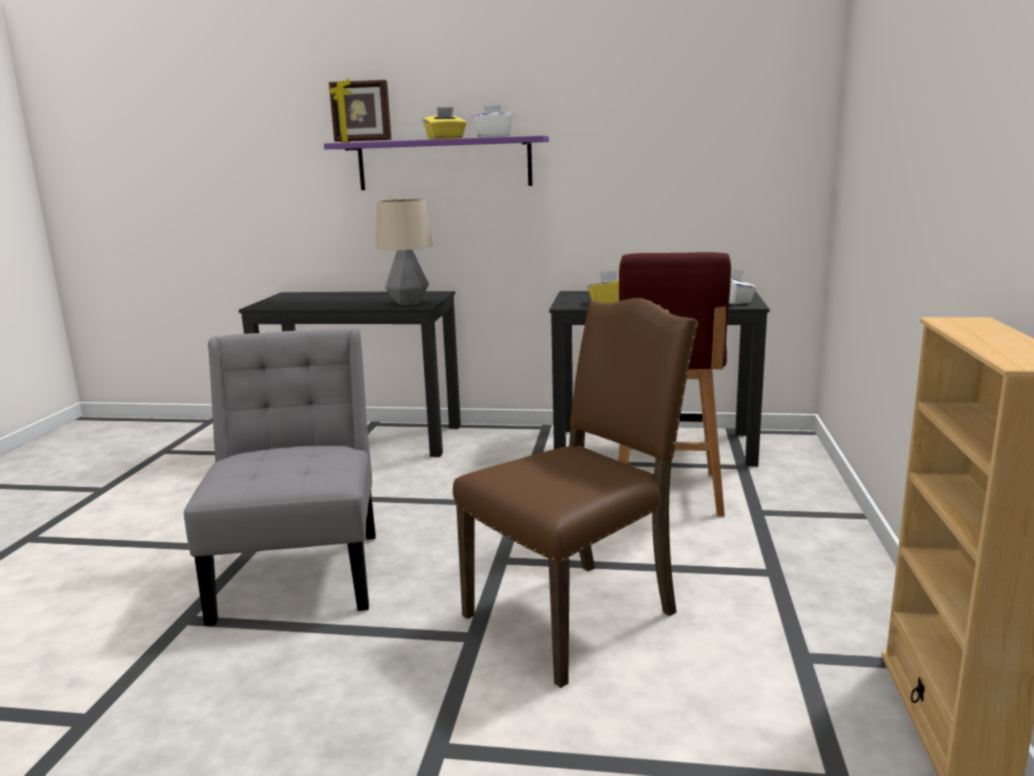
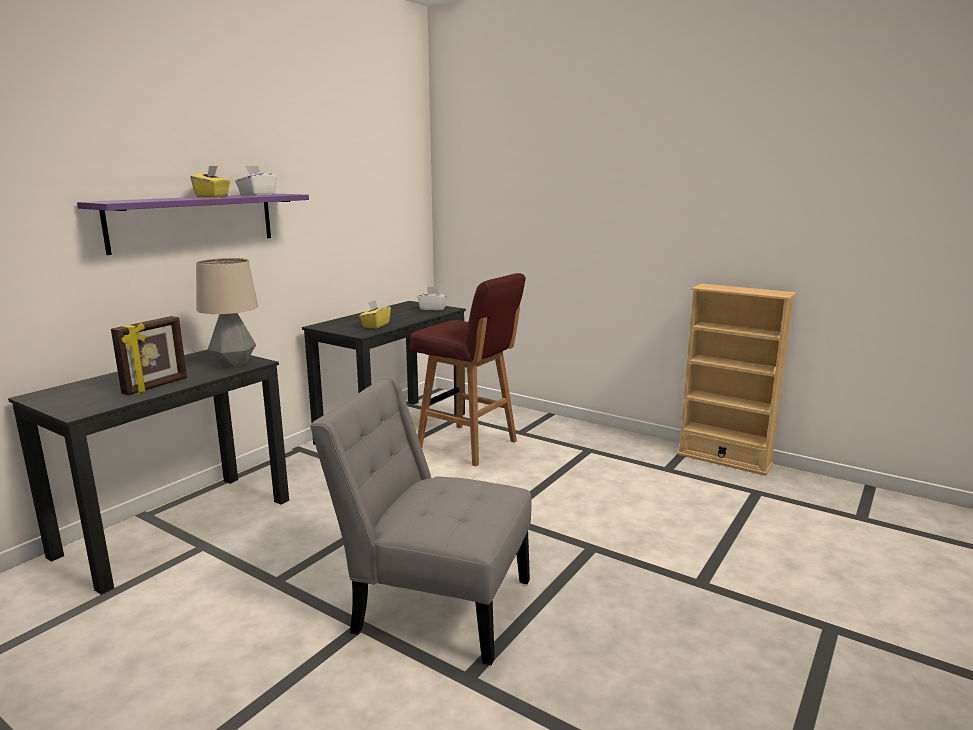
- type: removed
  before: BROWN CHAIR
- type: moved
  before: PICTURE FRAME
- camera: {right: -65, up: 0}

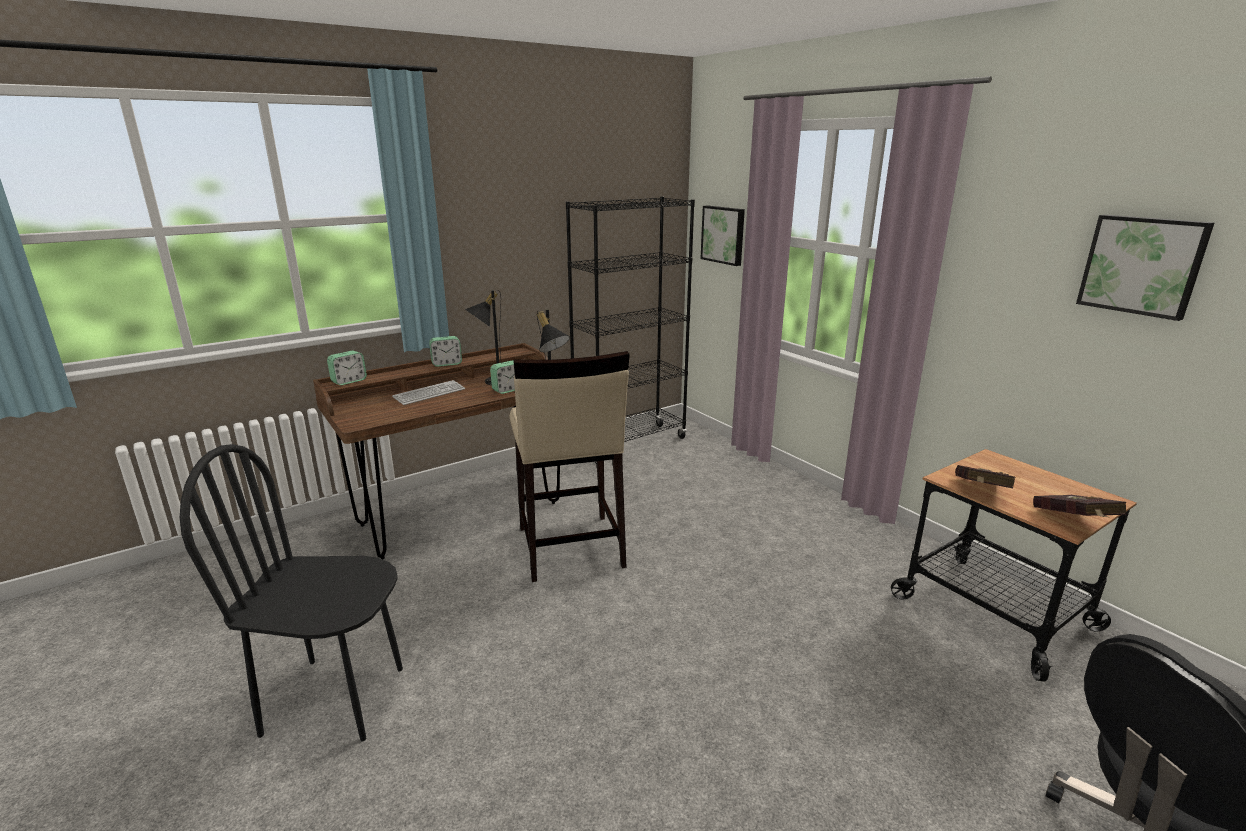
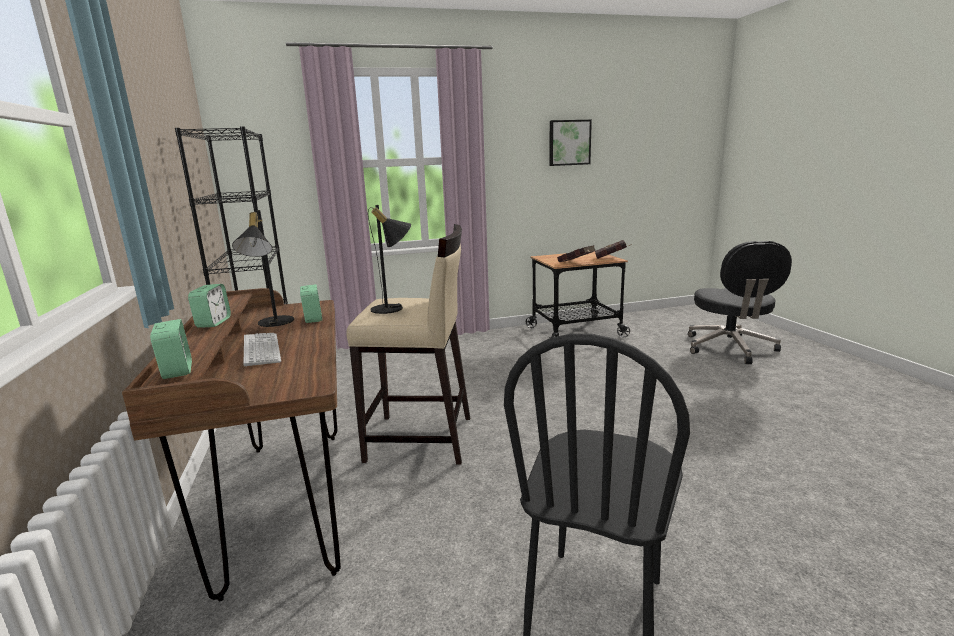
- type: removed
  before: PICTURE (1st from left)
- camera: {right: -70, up: -5}

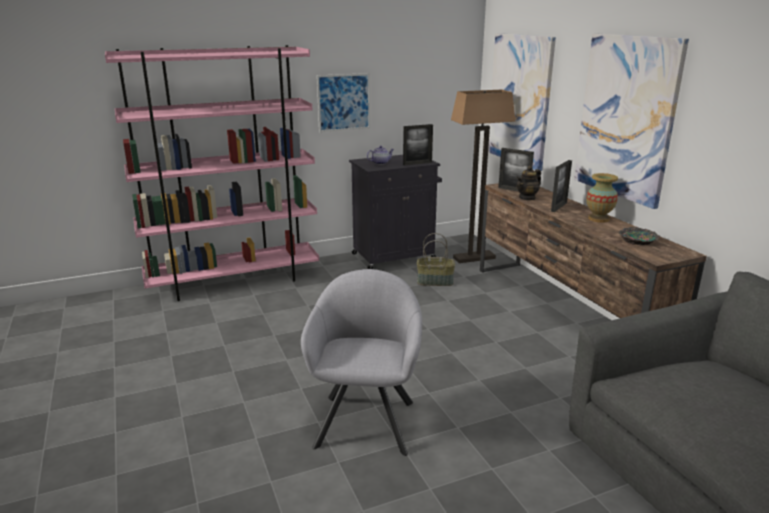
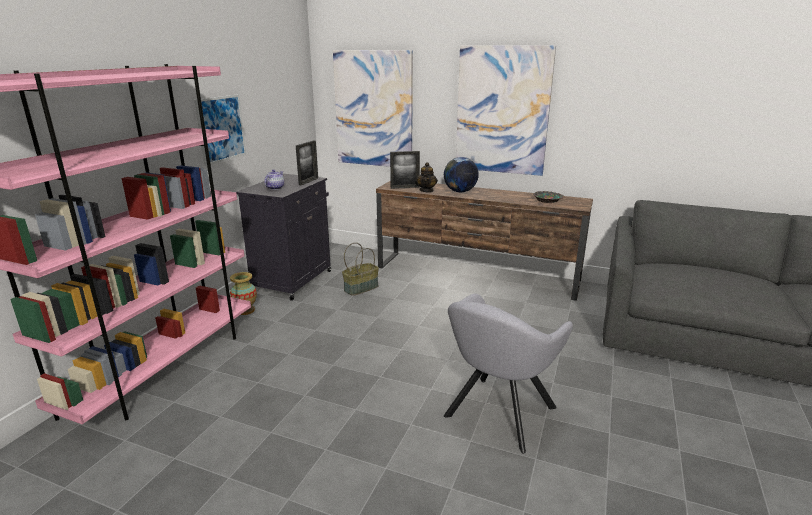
- type: removed
  before: FLOOR LAMP
- type: moved
  before: VASE
- type: replaced
  before: PICTURE FRAME (3rd from left)
  after: GLOBE
- type: turned
  before: GREY ARMCHAIR
  turn: -105
- camera: {right: -45, up: 0}

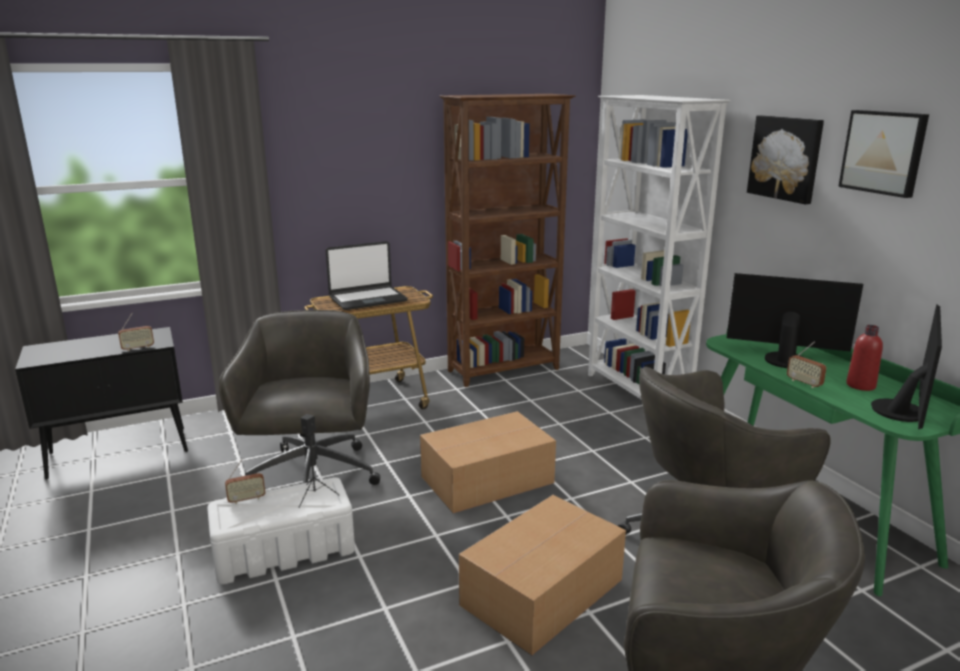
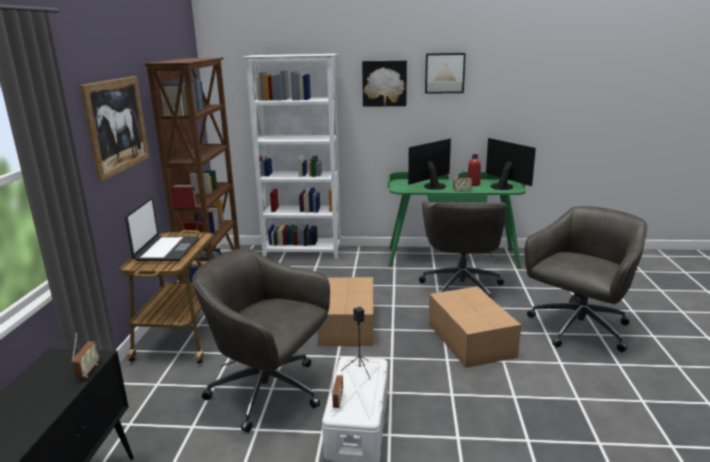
- type: added
  after: PICTURE (1st from left)
- camera: {right: -60, up: 0}

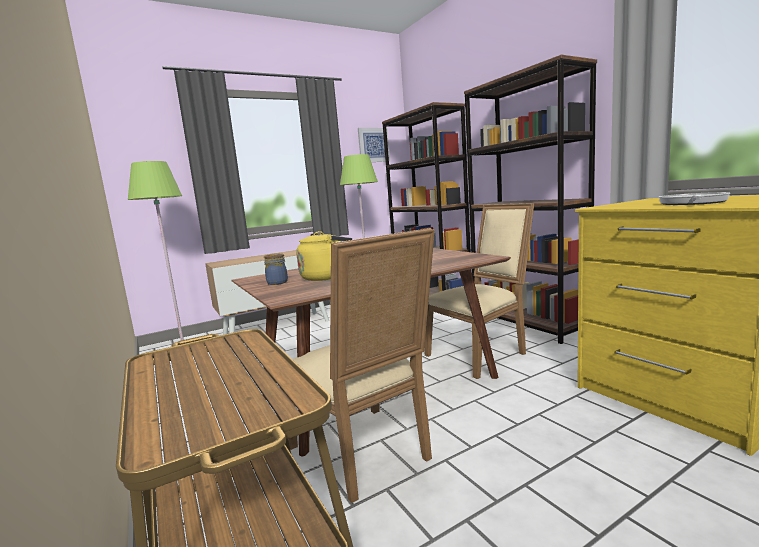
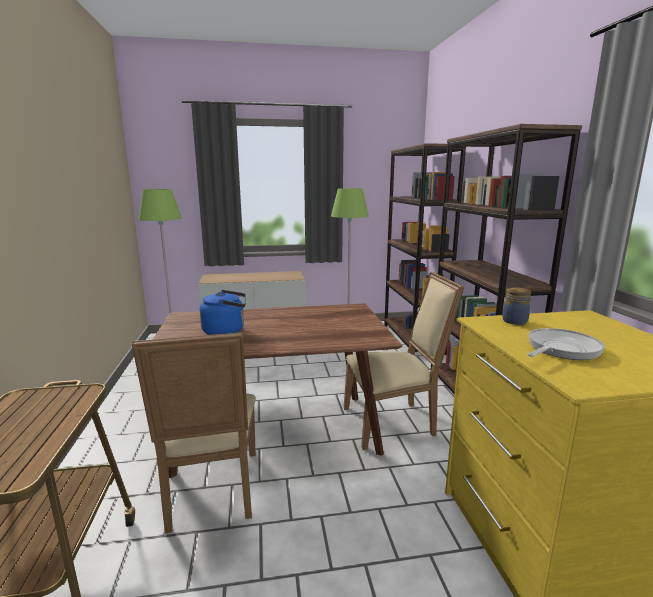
- type: removed
  before: PICTURE
- type: moved
  before: JAR
- type: recoloured
  before: YELLOW KETTLE
  after: BLUE KETTLE
- camera: {right: 20, up: 5}

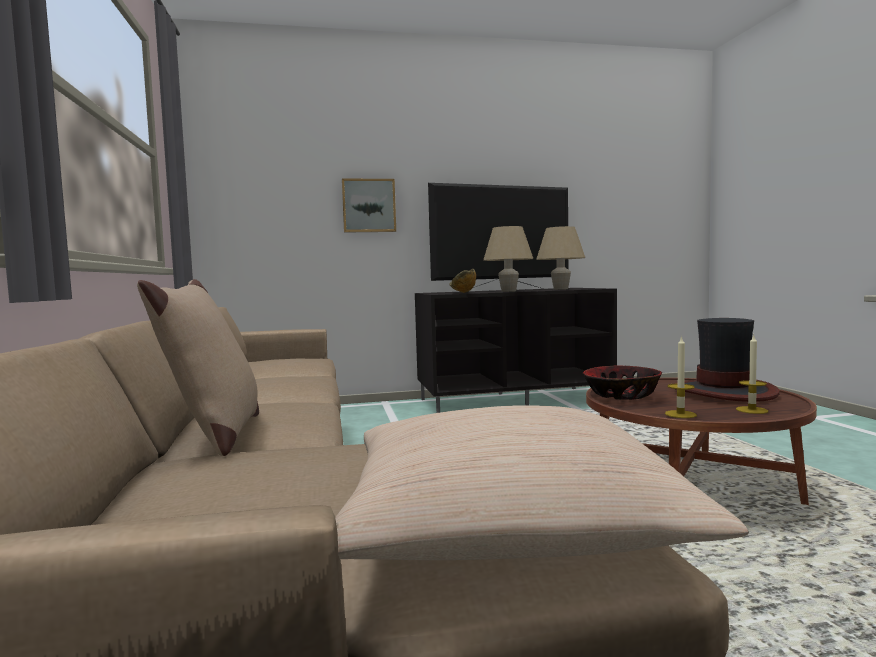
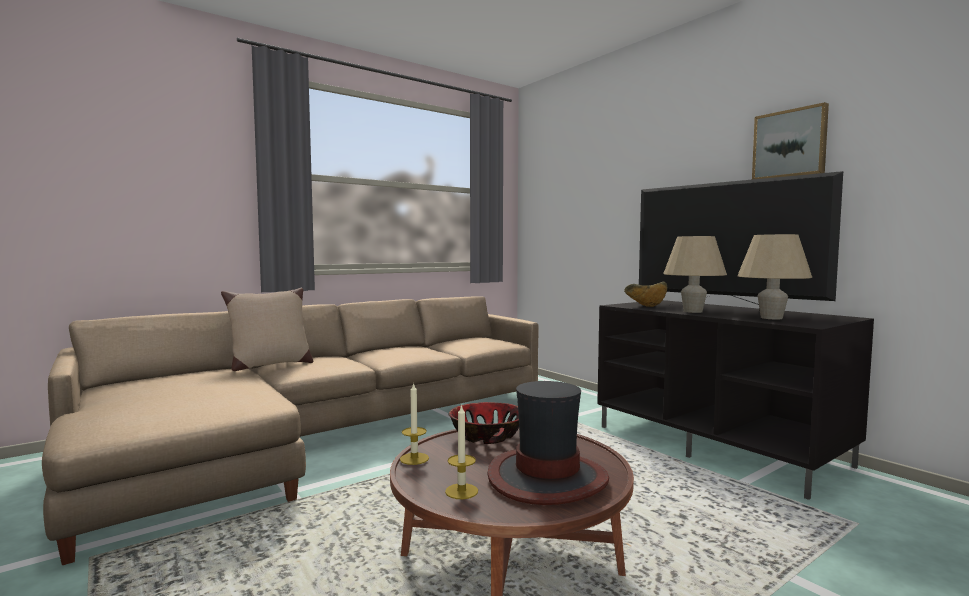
- type: removed
  before: BEIGE PILLOW (2nd from left)
- type: moved
  before: PICTURE
- camera: {right: 65, up: 0}

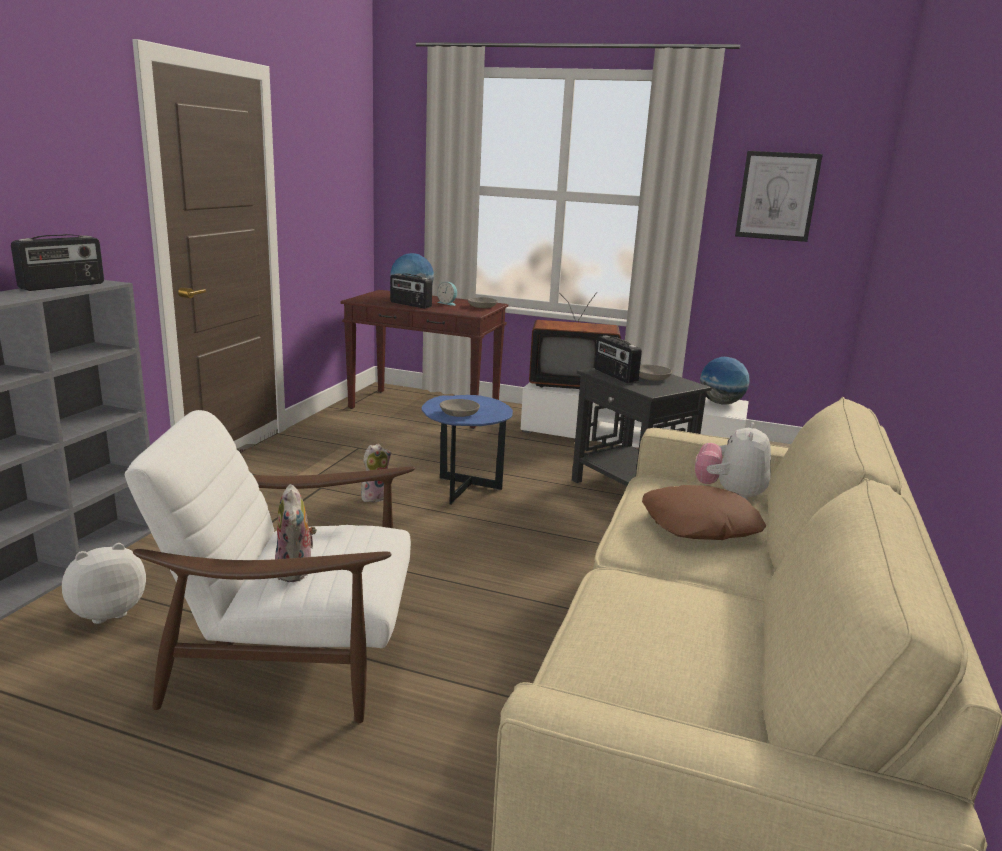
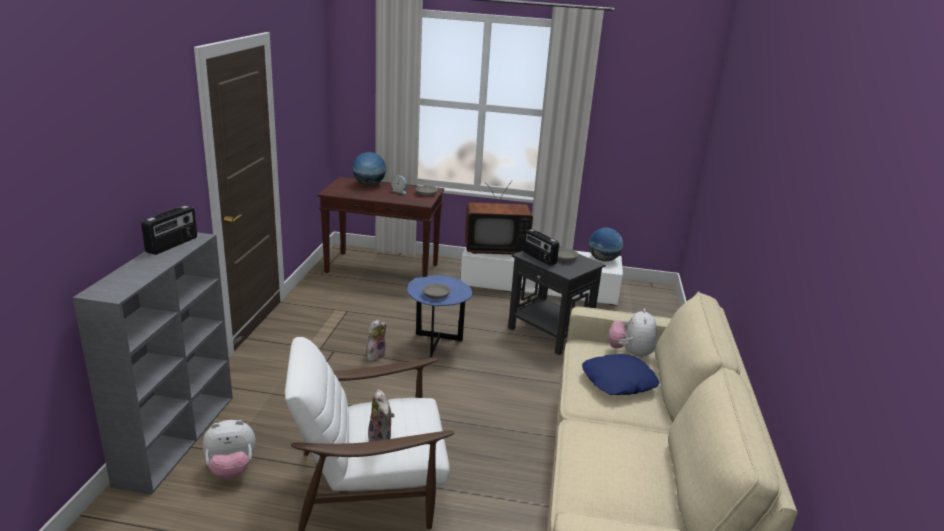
- type: removed
  before: RADIO (2nd from left)
- type: removed
  before: PICTURE
- type: recoloured
  before: BROWN PILLOW
  after: BLUE PILLOW
- type: turned
  before: PLUSH TOY (1st from left)
  turn: -150
- camera: {right: -10, up: 5}

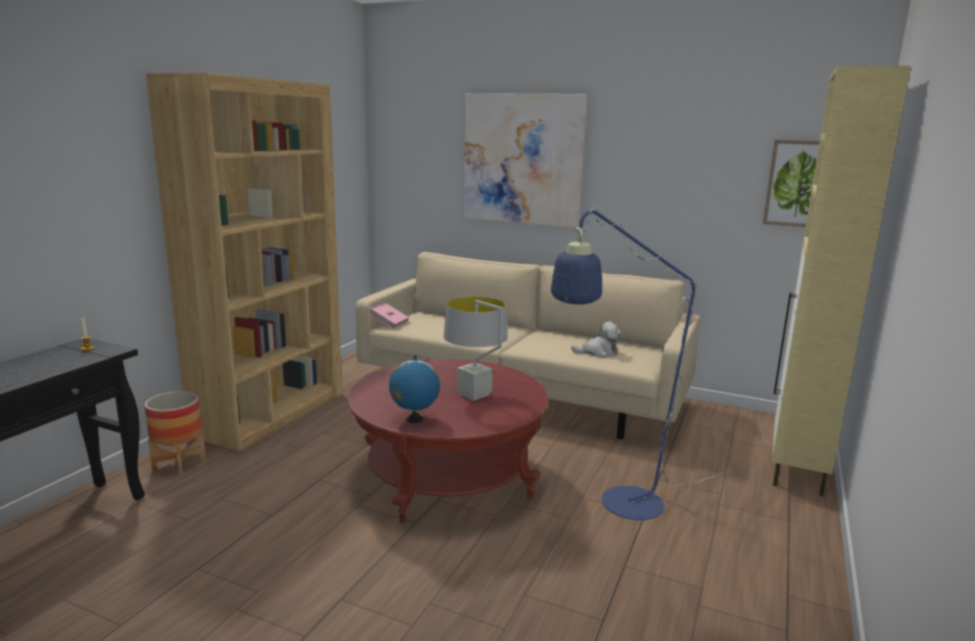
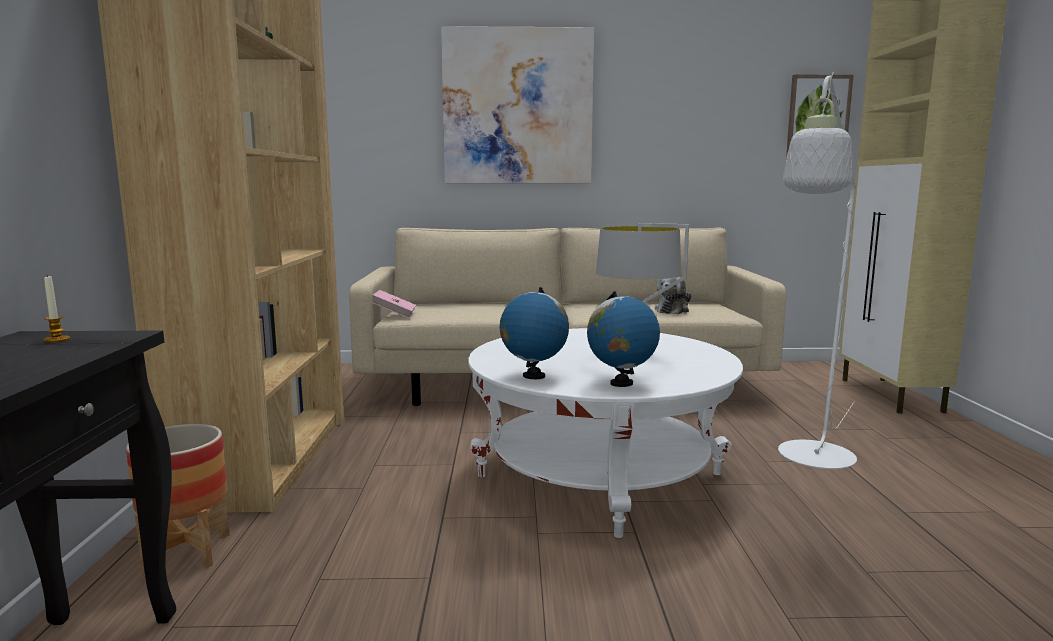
- type: added
  after: GLOBE (1st from left)
- type: recoloured
  before: RED COFFEE TABLE
  after: WHITE COFFEE TABLE
- type: recoloured
  before: BLUE FLOOR LAMP
  after: WHITE FLOOR LAMP
- type: turned
  before: PLUSH TOY
  turn: 150
- camera: {right: -25, up: -5}

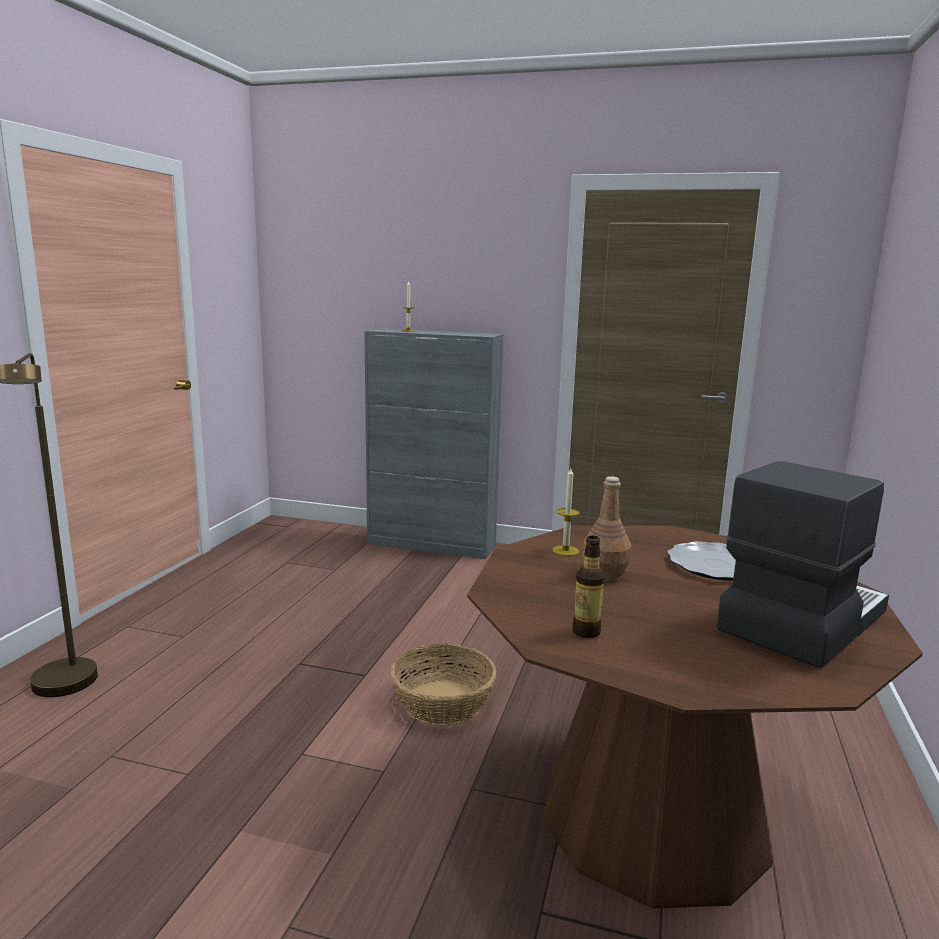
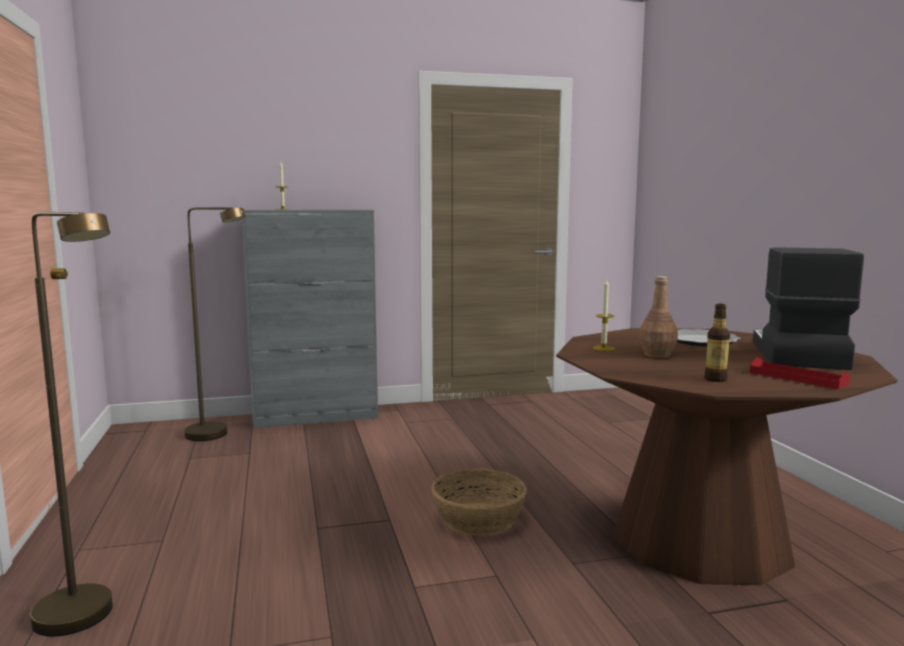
- type: added
  after: BROWN FLOOR LAMP (2nd from left)
- type: added
  after: RED TRAY
- camera: {right: -30, up: -5}

